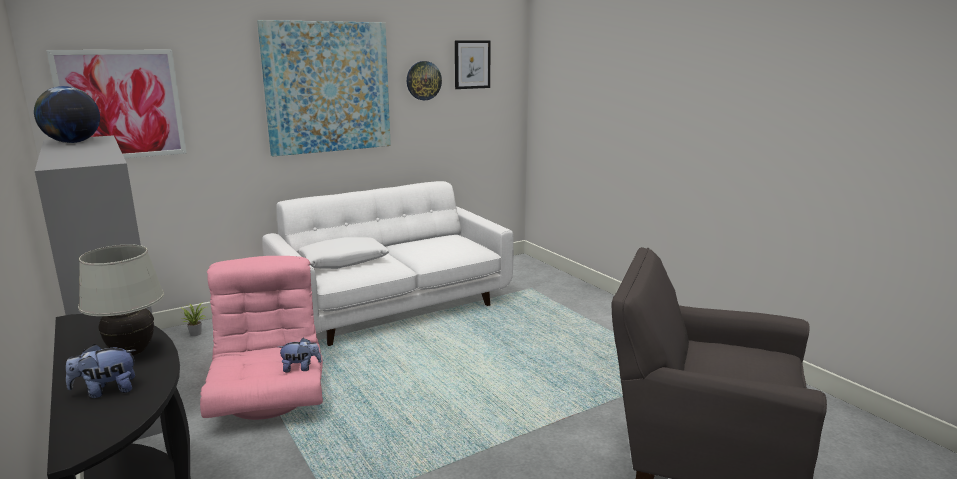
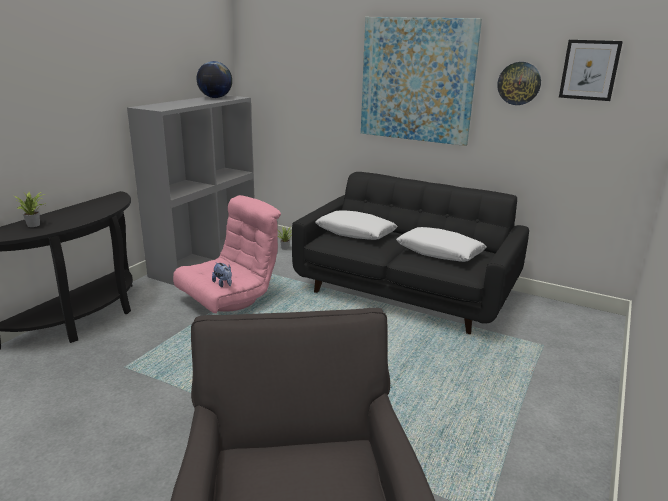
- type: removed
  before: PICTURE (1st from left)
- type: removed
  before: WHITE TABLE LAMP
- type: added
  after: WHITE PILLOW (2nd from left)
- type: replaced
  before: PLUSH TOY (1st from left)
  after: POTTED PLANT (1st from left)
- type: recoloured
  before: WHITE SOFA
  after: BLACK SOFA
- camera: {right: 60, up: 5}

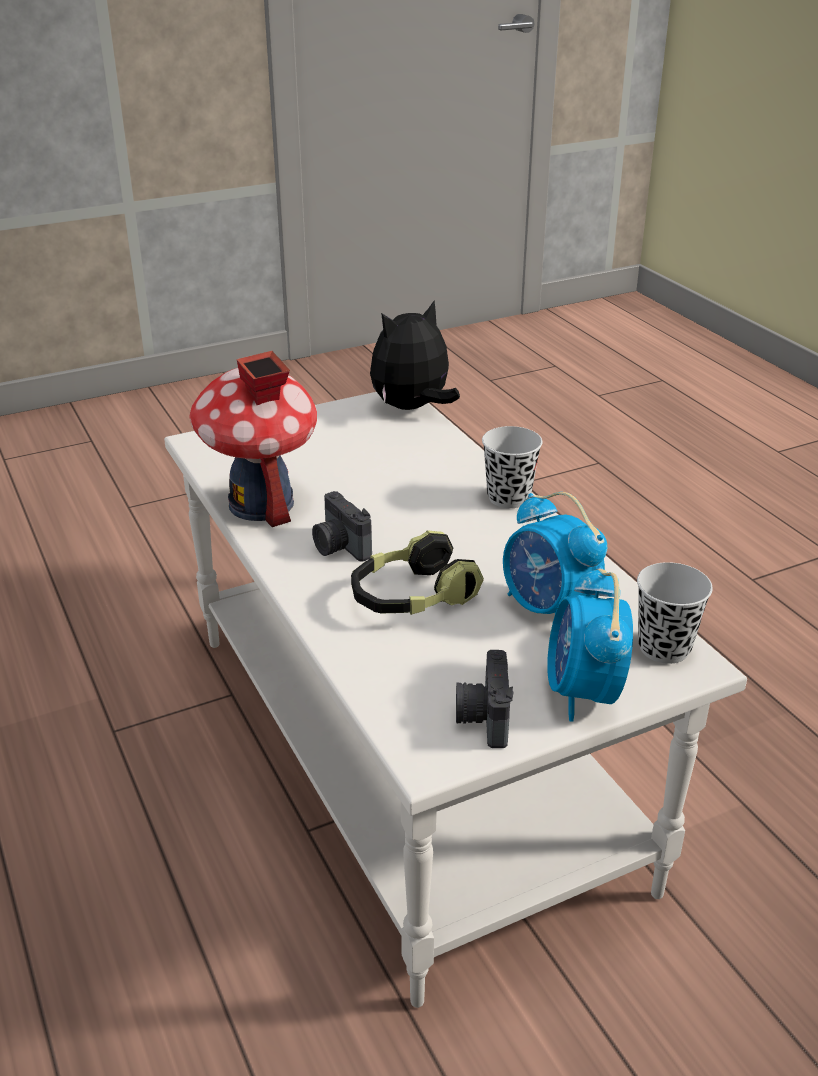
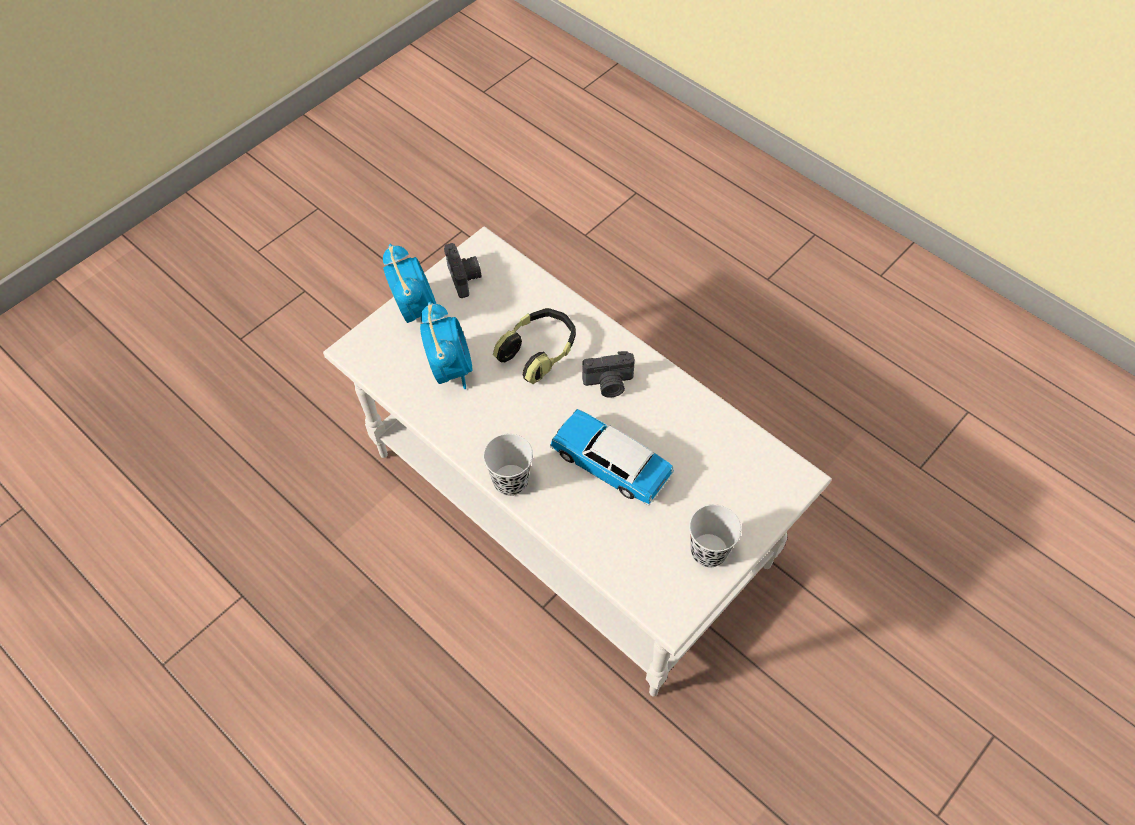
- type: removed
  before: TOY HOUSE
- type: removed
  before: PLUSH TOY
- type: added
  after: TOY CAR
- type: moved
  before: BLACK CUP (2nd from left)
- type: turned
  before: PHOTO CAMERA (1st from left in the first image)
  turn: 135
- type: turned
  before: ALARM CLOCK (1st from left in the first image)
  turn: 45
- camera: {right: 160, up: 25}

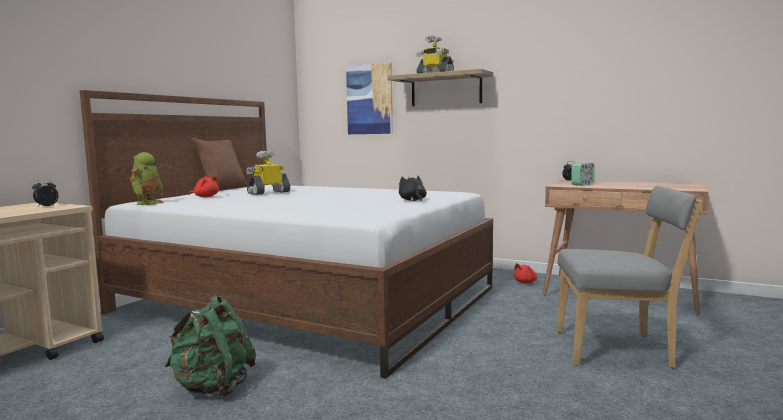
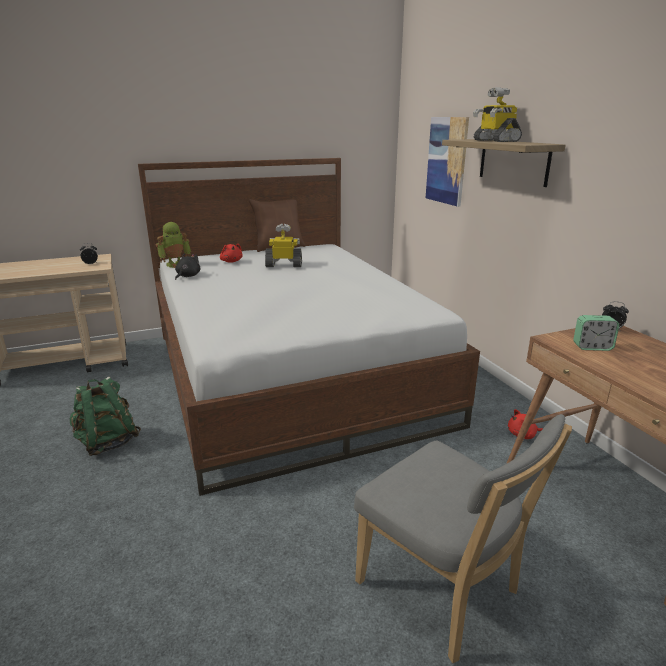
- type: moved
  before: BLACK PLUSH TOY
- camera: {right: 40, up: 15}

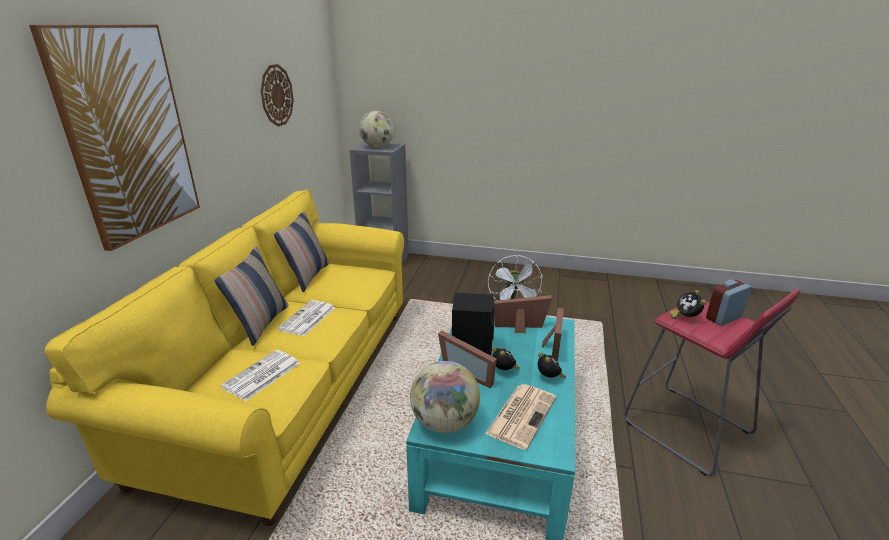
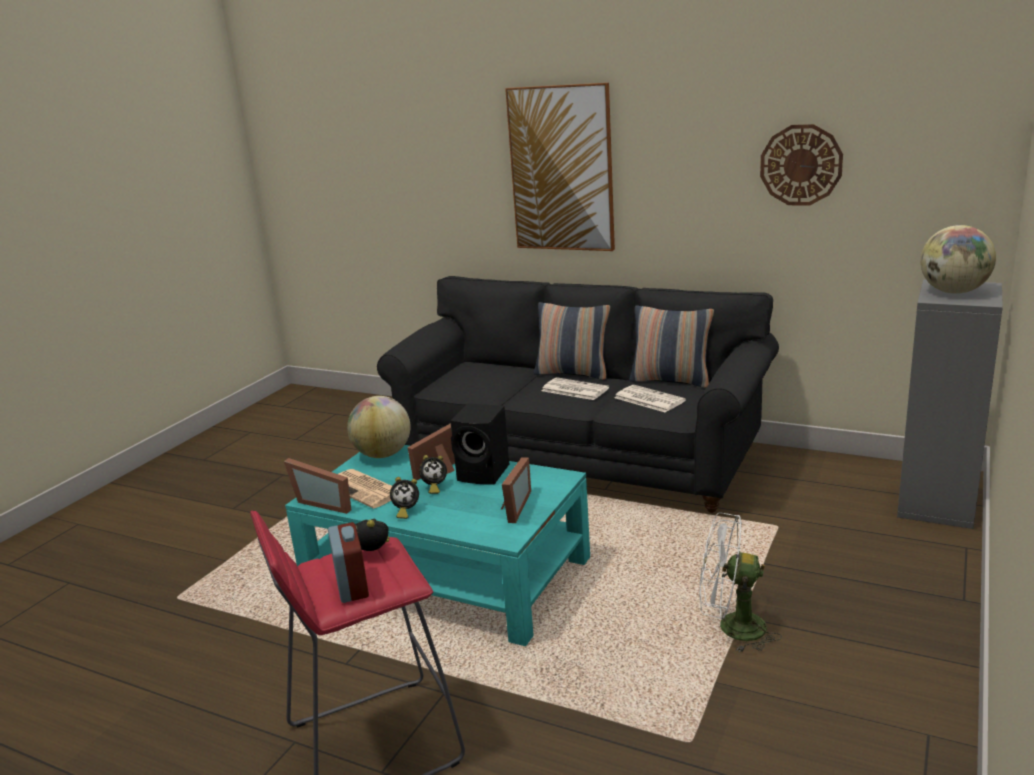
- type: moved
  before: NEWSPAPER (1st from left in the first image)
  after: NEWSPAPER (3rd from left)
- type: moved
  before: PICTURE FRAME (3rd from left in the first image)
  after: PICTURE FRAME (1st from left)
- type: recoloured
  before: YELLOW SOFA
  after: BLACK SOFA
- camera: {right: 105, up: -5}

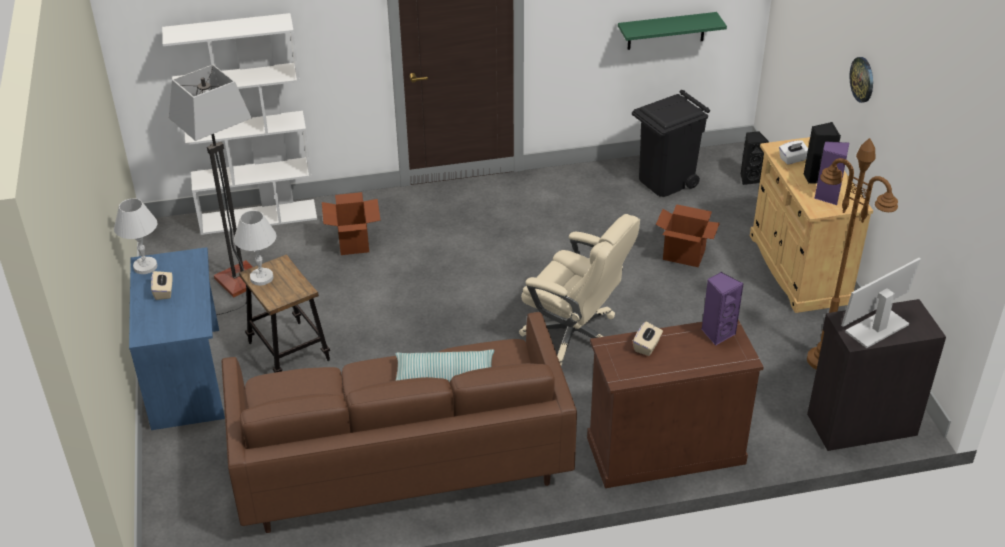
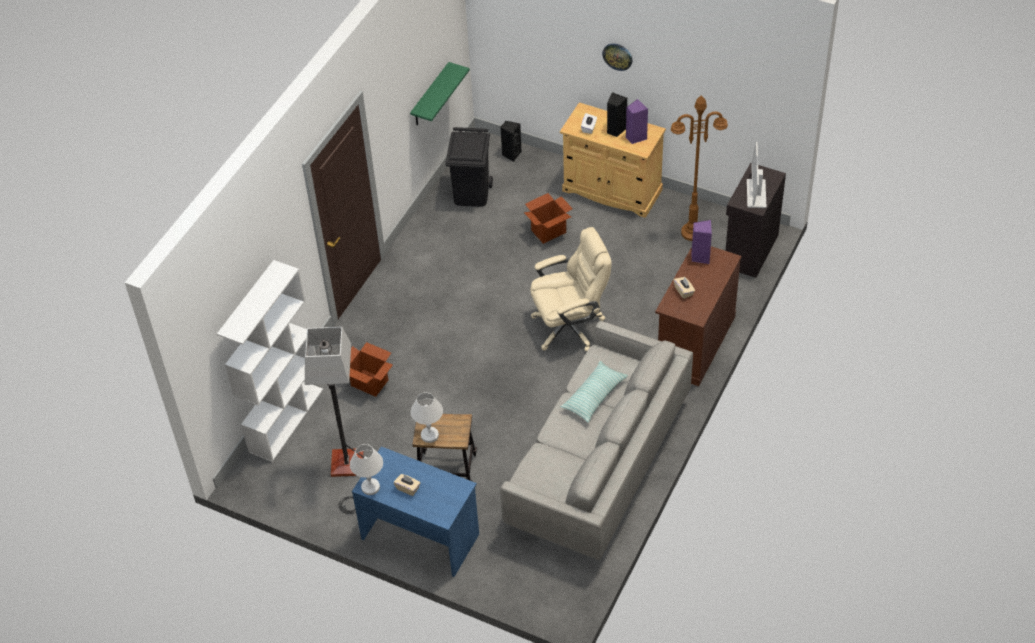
- type: recoloured
  before: BROWN SOFA
  after: GREY SOFA
- camera: {right: -50, up: 10}

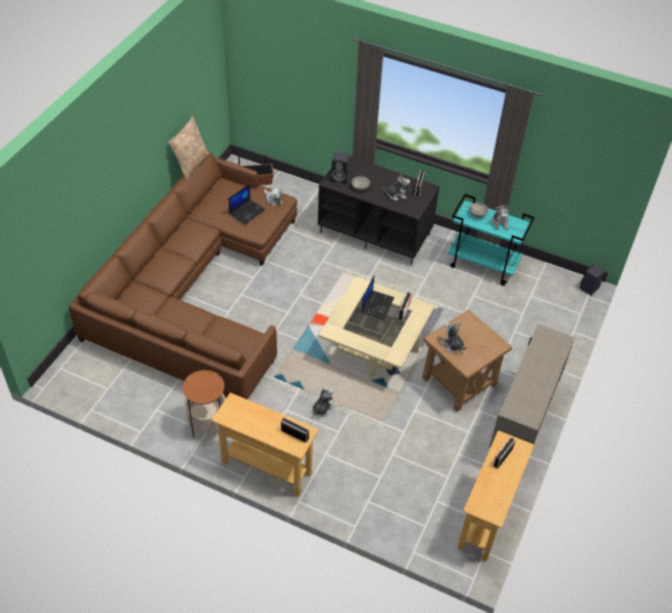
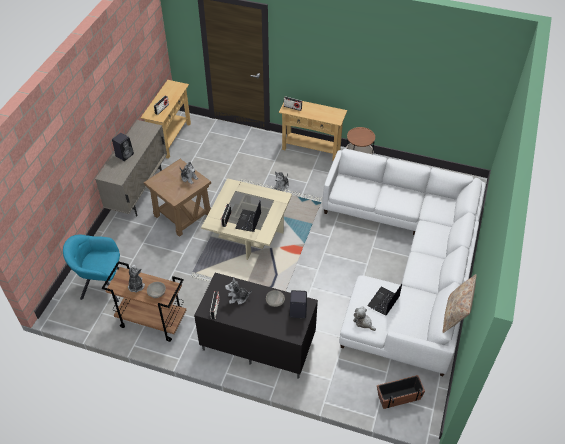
- type: added
  after: TURQUOISE ARMCHAIR
- type: moved
  before: BLACK SPEAKER (2nd from left in the first image)
  after: BLACK SPEAKER (1st from left)
- type: recoloured
  before: BROWN SOFA
  after: WHITE SOFA
- type: recoloured
  before: TURQUOISE CART
  after: BROWN CART
- camera: {right: 175, up: 0}

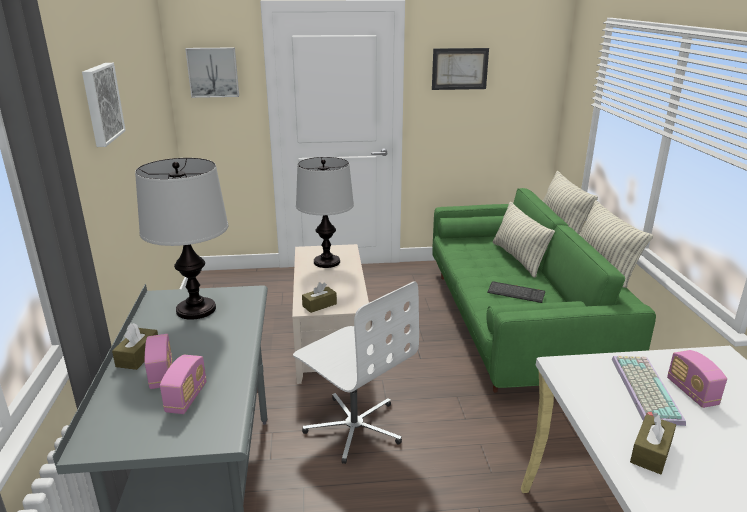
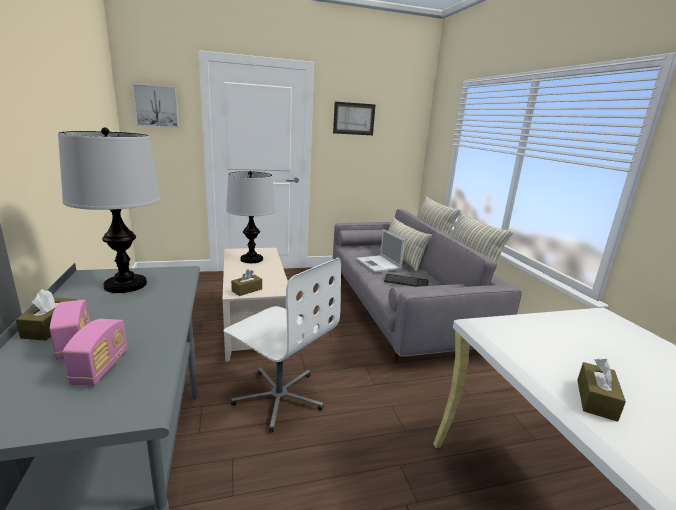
- type: removed
  before: PICTURE (1st from left)
- type: removed
  before: KEYBOARD (2nd from left)
- type: removed
  before: RADIO (3rd from left)
- type: added
  after: LAPTOP
- type: recoloured
  before: GREEN SOFA
  after: GREY SOFA
- camera: {right: -10, up: -5}

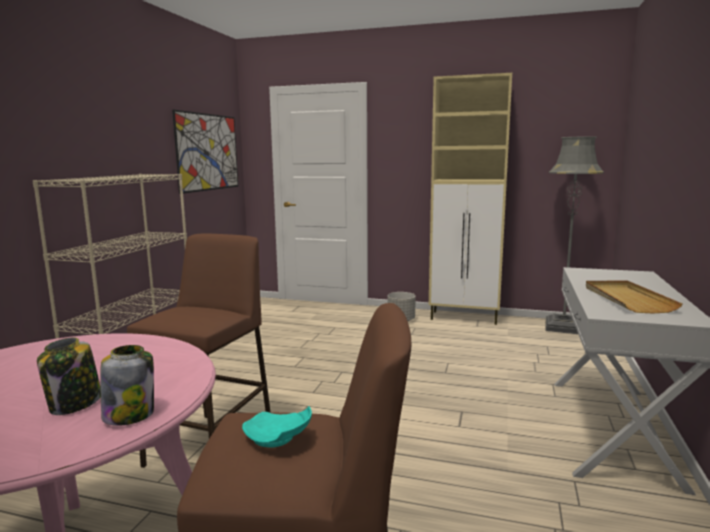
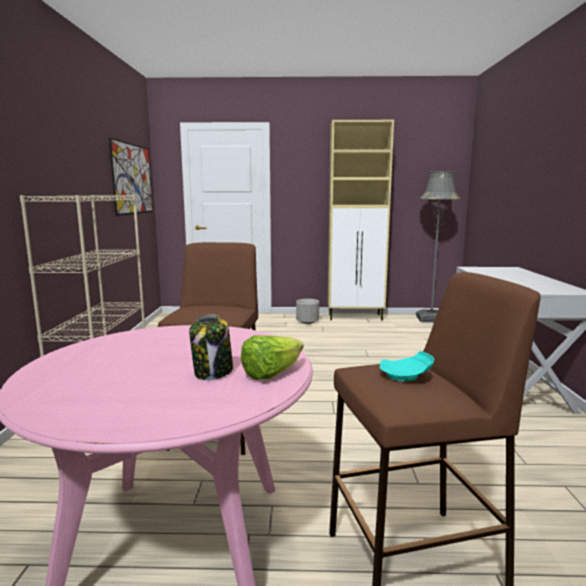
- type: removed
  before: BEIGE TRAY
- type: replaced
  before: JAR (2nd from left)
  after: LETTUCE
- camera: {right: -15, up: 0}

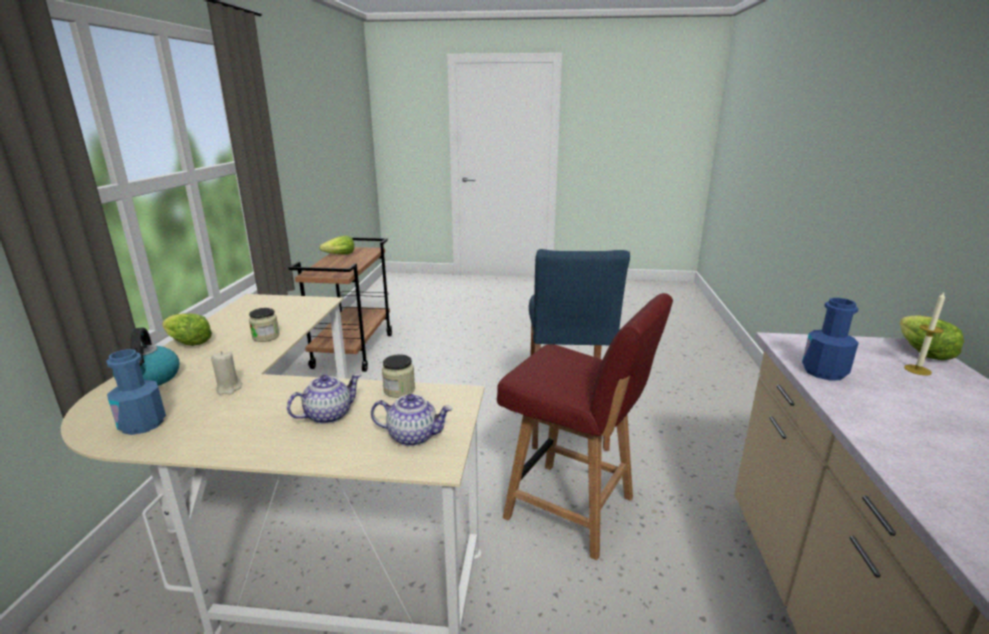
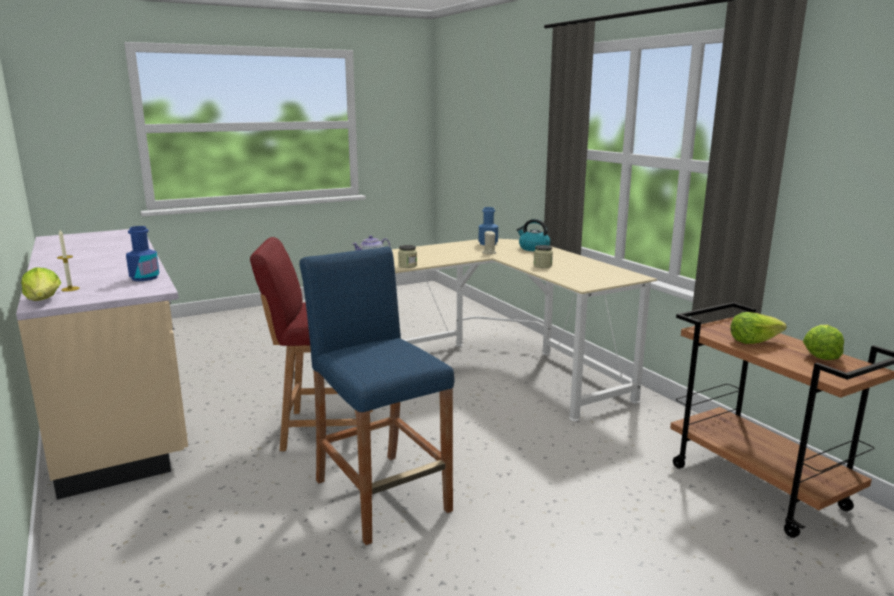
- type: removed
  before: TEAPOT (1st from left)
- type: moved
  before: LETTUCE (1st from left in the first image)
  after: LETTUCE (2nd from left)
- camera: {right: 145, up: -5}

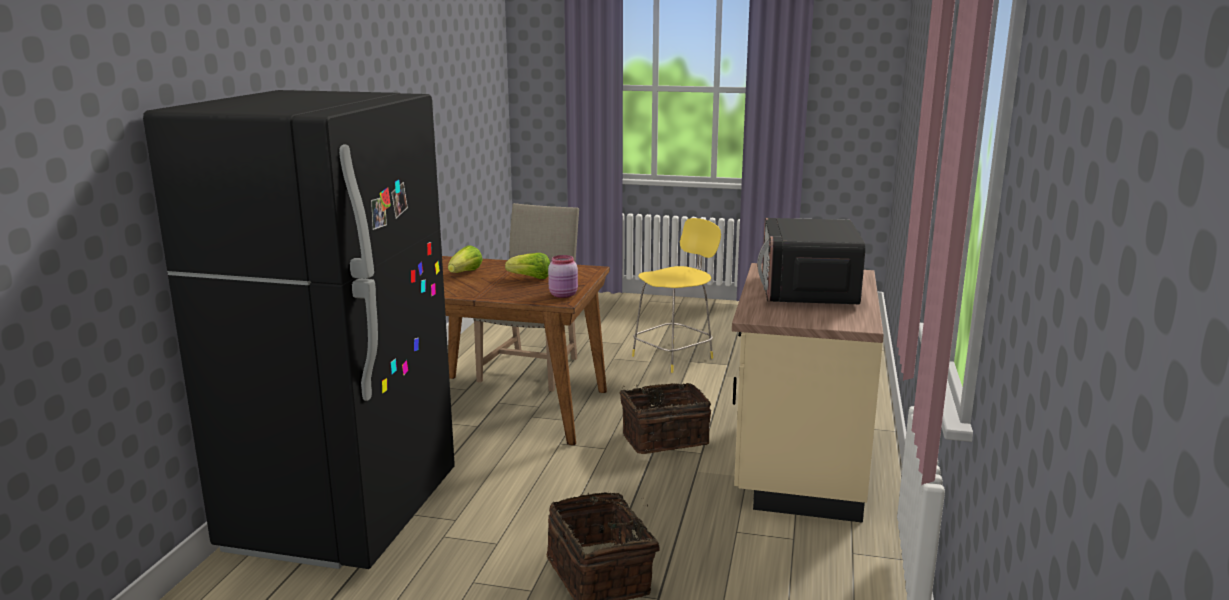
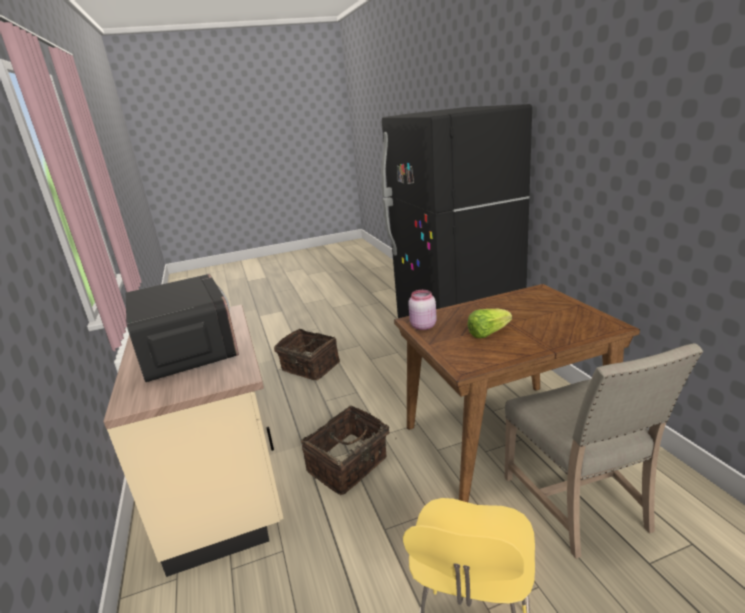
- type: removed
  before: LETTUCE (1st from left)
- camera: {right: 150, up: 5}

